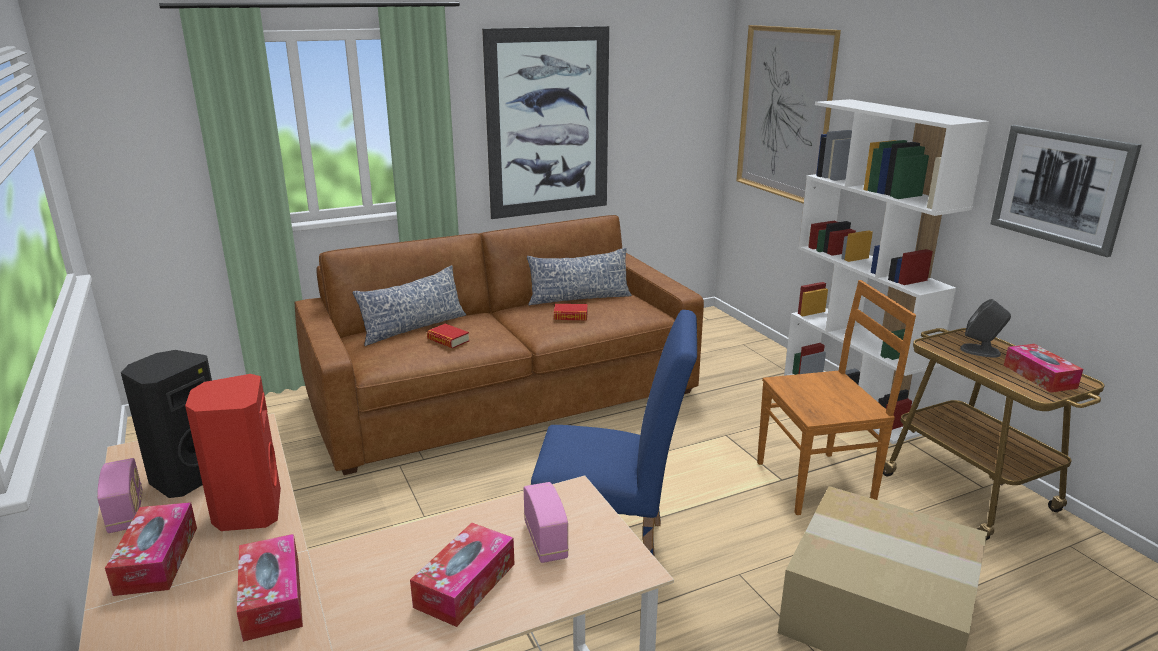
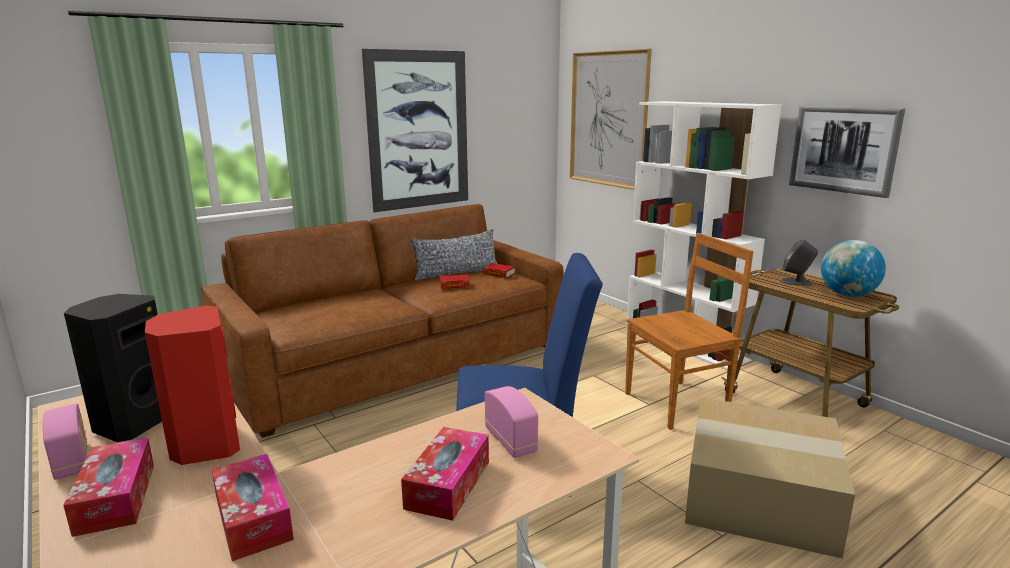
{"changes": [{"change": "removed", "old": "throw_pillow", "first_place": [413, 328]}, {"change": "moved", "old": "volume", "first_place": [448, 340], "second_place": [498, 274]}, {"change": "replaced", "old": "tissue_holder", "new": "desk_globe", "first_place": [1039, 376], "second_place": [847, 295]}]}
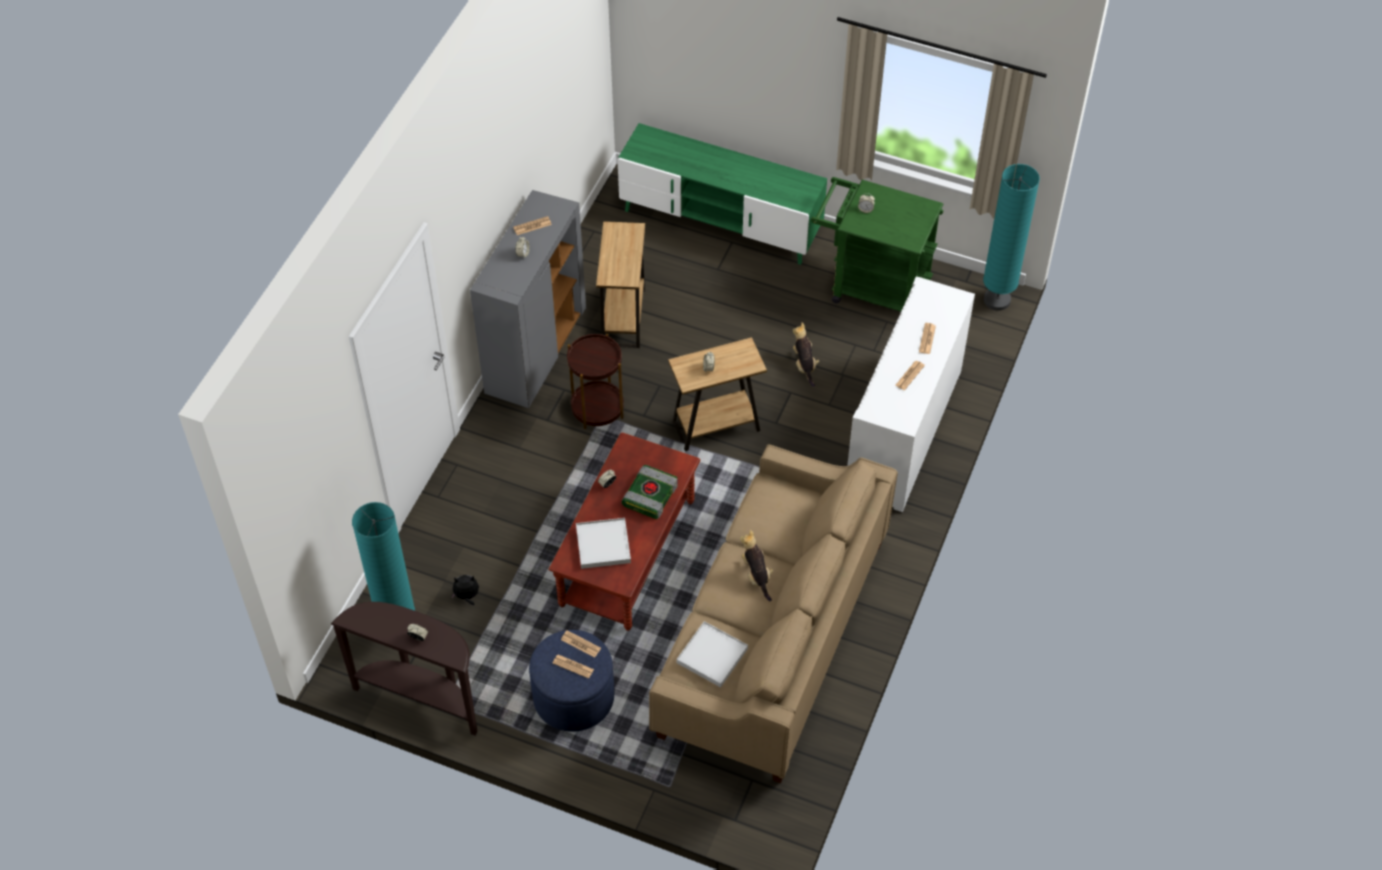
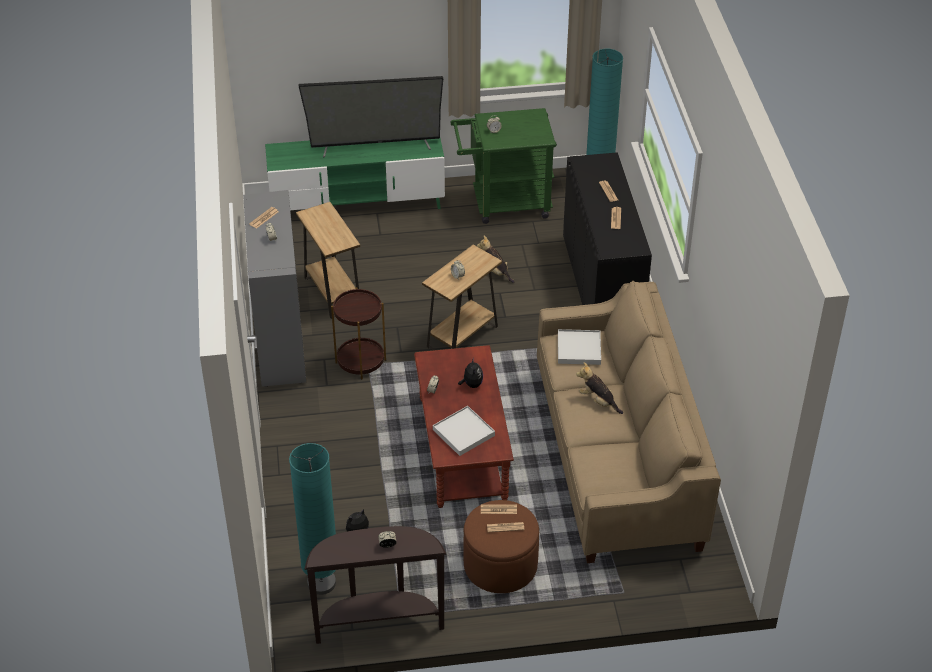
{"changes": [{"change": "added", "new": "TV", "second_place": [375, 145]}, {"change": "moved", "old": "white-coloured_carrying_tray", "first_place": [712, 656], "second_place": [579, 349]}, {"change": "replaced", "old": "volume", "new": "soft_toy", "first_place": [650, 494], "second_place": [471, 384]}, {"change": "recoloured", "old": "blue-coloured_pouffe", "new": "brown-coloured_pouffe", "first_place": [573, 697], "second_place": [500, 565]}, {"change": "recoloured", "old": "white-coloured_storage_cabinet", "new": "black-coloured_storage_cabinet", "first_place": [903, 431], "second_place": [601, 285]}]}
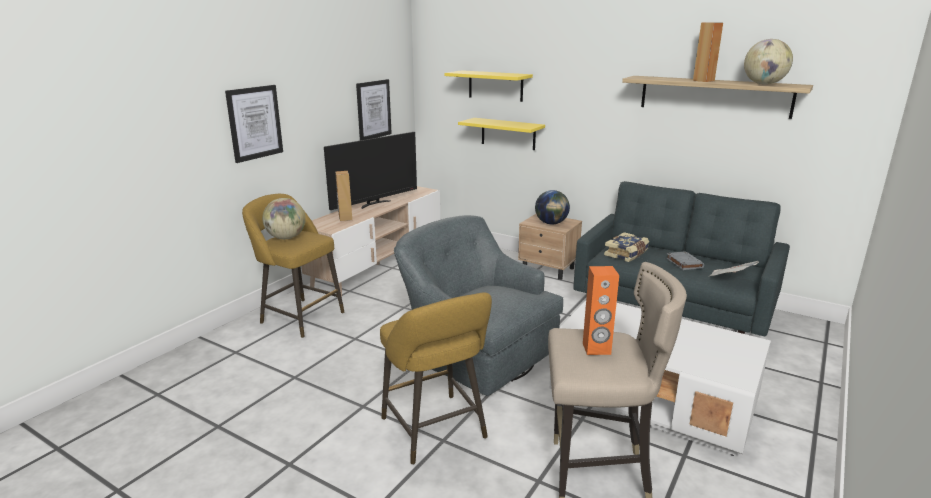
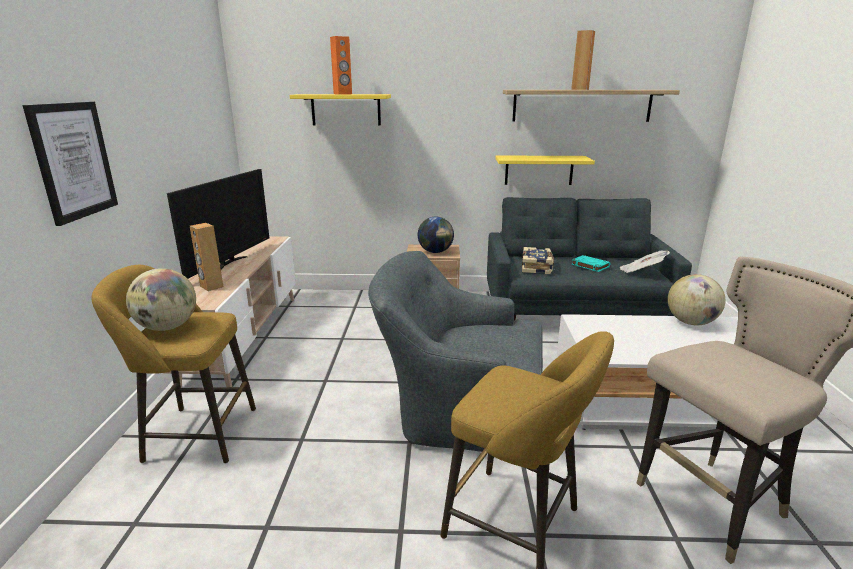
{"changes": [{"change": "removed", "old": "wall_picture", "first_place": [373, 109]}, {"change": "moved", "old": "yellowish_bracket_shelf", "first_place": [508, 134], "second_place": [539, 170]}, {"change": "moved", "old": "orangey_speaker", "first_place": [596, 349], "second_place": [343, 94]}, {"change": "moved", "old": "desk_globe", "first_place": [764, 84], "second_place": [691, 322]}, {"change": "recoloured", "old": "gray_volume", "new": "turquoise-coloured_volume", "first_place": [684, 263], "second_place": [590, 266]}]}
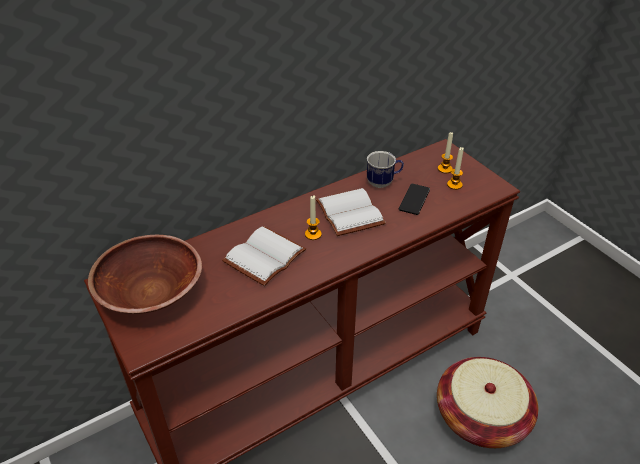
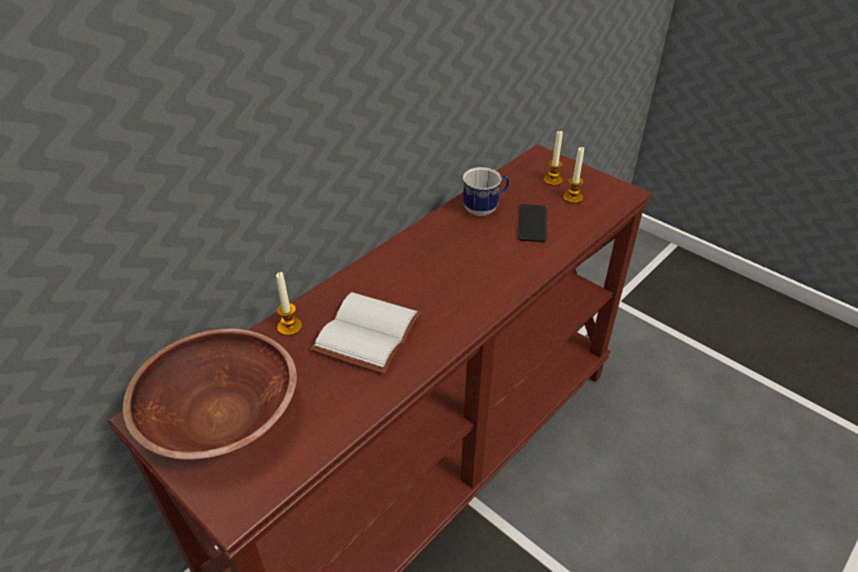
{"changes": [{"change": "removed", "old": "white-coloured_volume", "first_place": [347, 213]}, {"change": "removed", "old": "basket", "first_place": [481, 416]}, {"change": "moved", "old": "wax_candle", "first_place": [313, 234], "second_place": [289, 327]}]}
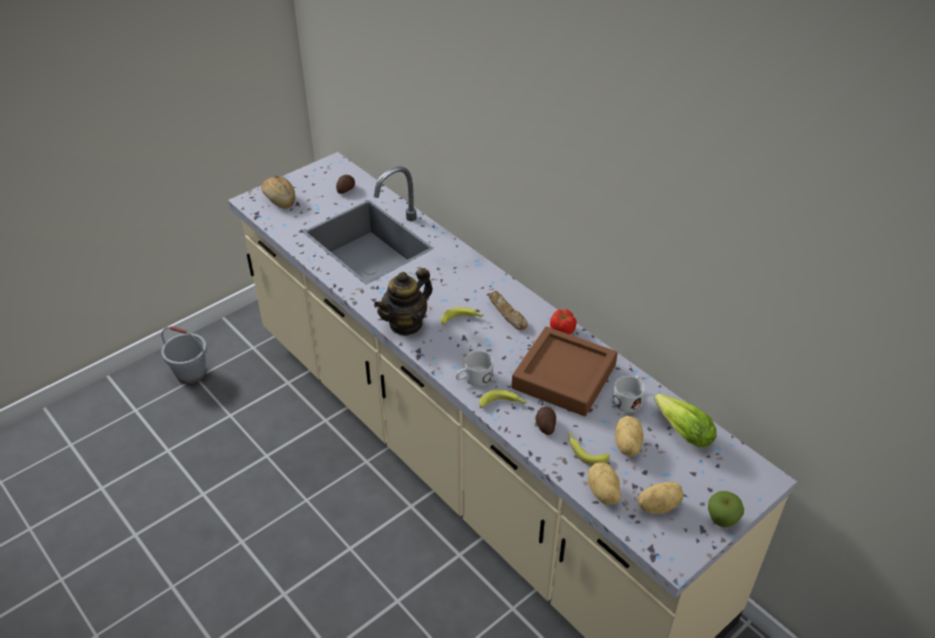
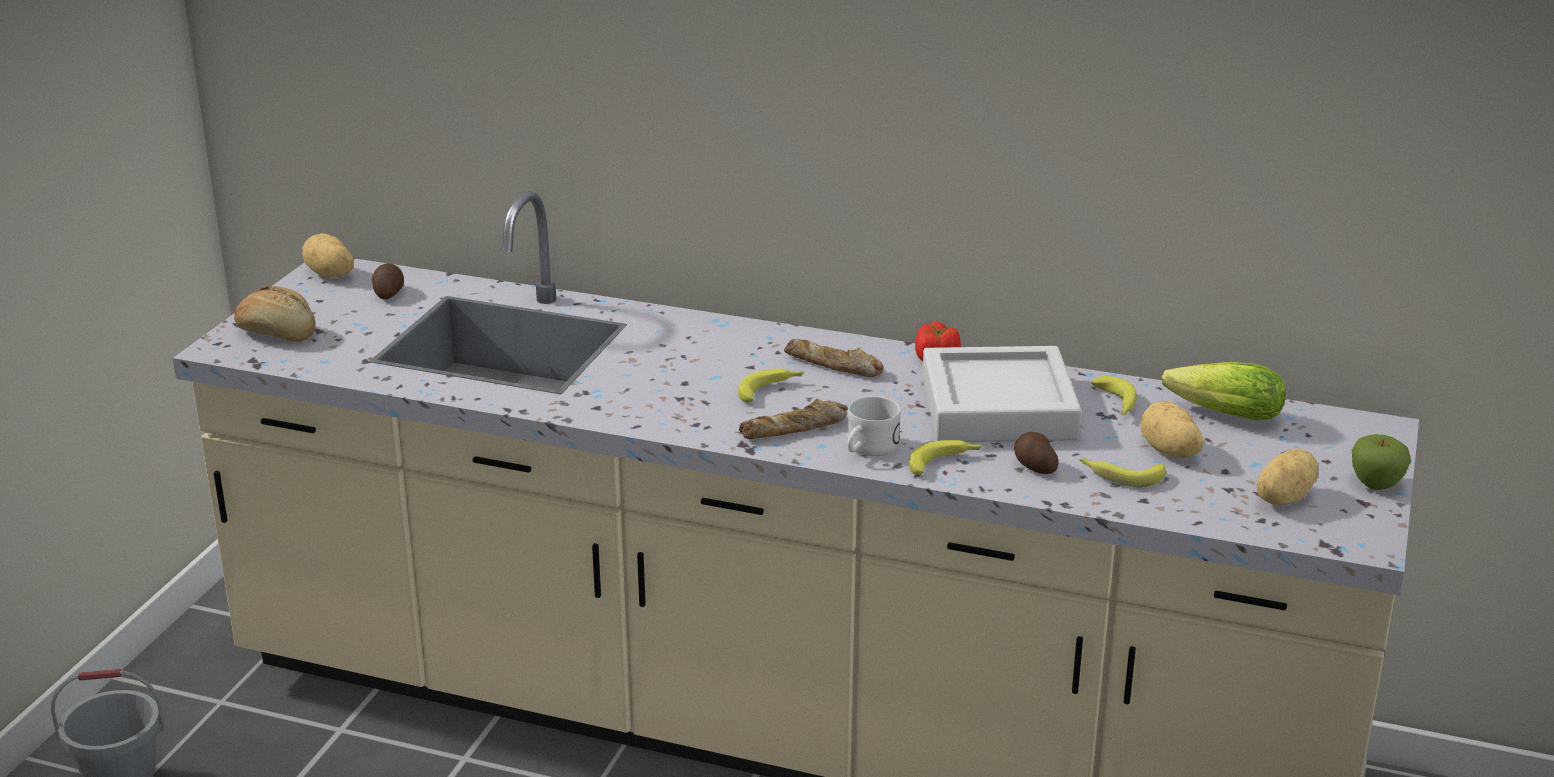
{"changes": [{"change": "removed", "old": "tea_pot", "first_place": [406, 324]}, {"change": "added", "new": "bread", "second_place": [795, 429]}, {"change": "moved", "old": "spud", "first_place": [602, 493], "second_place": [330, 275]}, {"change": "replaced", "old": "white-coloured_tea_mug", "new": "banana", "first_place": [629, 399], "second_place": [1115, 404]}, {"change": "recoloured", "old": "brown-coloured_carrying_tray", "new": "gray_carrying_tray", "first_place": [564, 376], "second_place": [998, 408]}]}
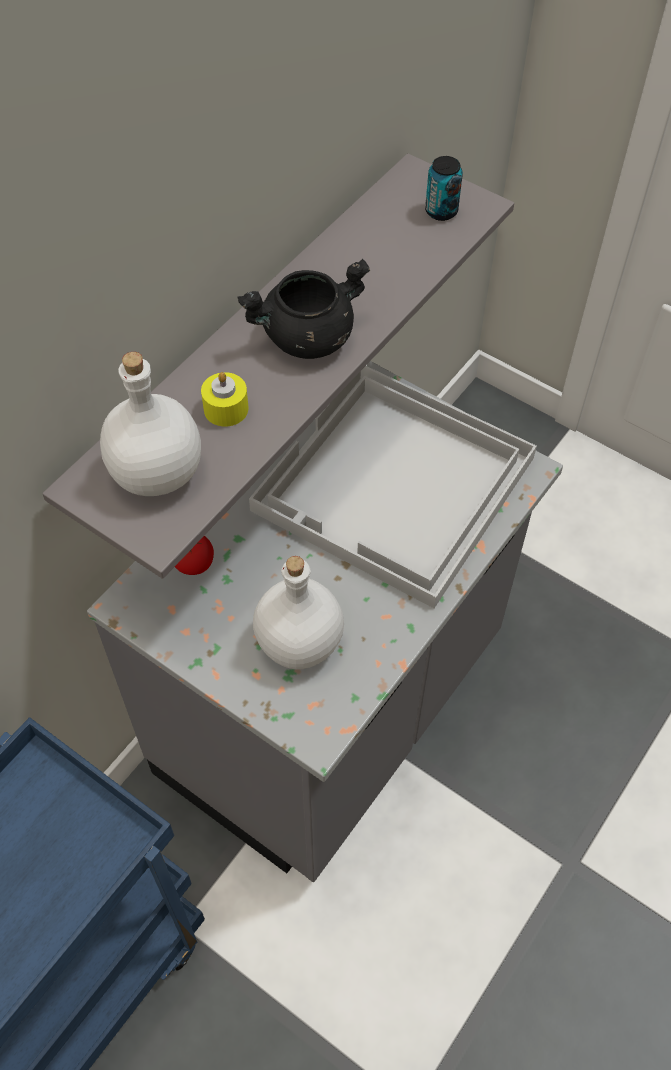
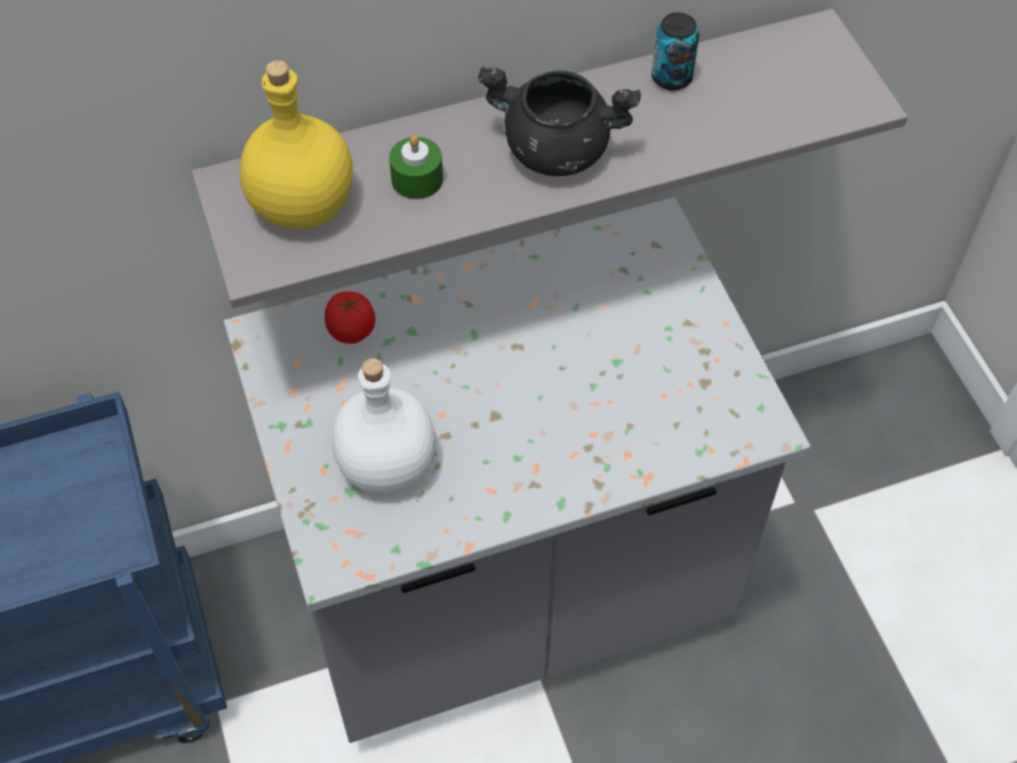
{"changes": [{"change": "removed", "old": "white-coloured_carrying_tray", "first_place": [395, 486]}, {"change": "moved", "old": "metal_can", "first_place": [441, 211], "second_place": [671, 78]}, {"change": "recoloured", "old": "white-coloured_beverage_bottle", "new": "yellowish_beverage_bottle", "first_place": [156, 474], "second_place": [301, 207]}, {"change": "recoloured", "old": "yellowish_wax_candle", "new": "green-coloured_wax_candle", "first_place": [226, 409], "second_place": [417, 179]}]}
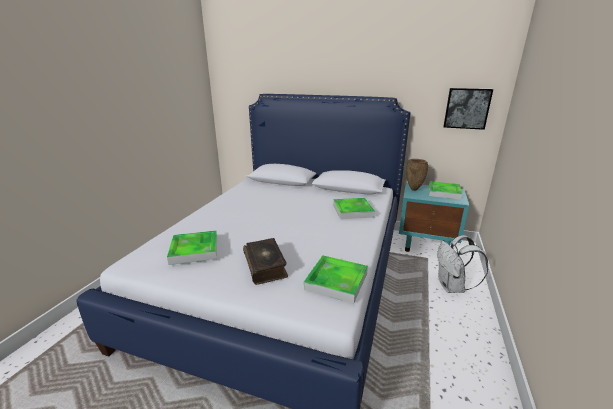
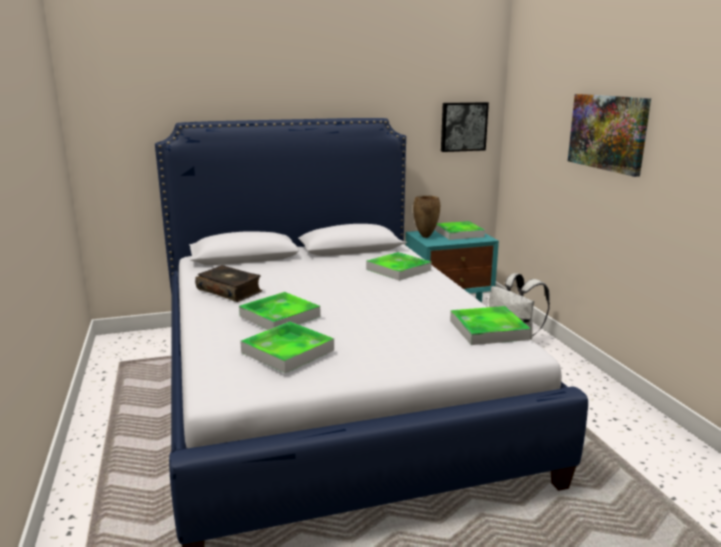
{"changes": [{"change": "added", "new": "carrying_tray", "second_place": [280, 316]}, {"change": "added", "new": "wall_picture", "second_place": [608, 132]}, {"change": "moved", "old": "volume", "first_place": [265, 266], "second_place": [230, 291]}]}
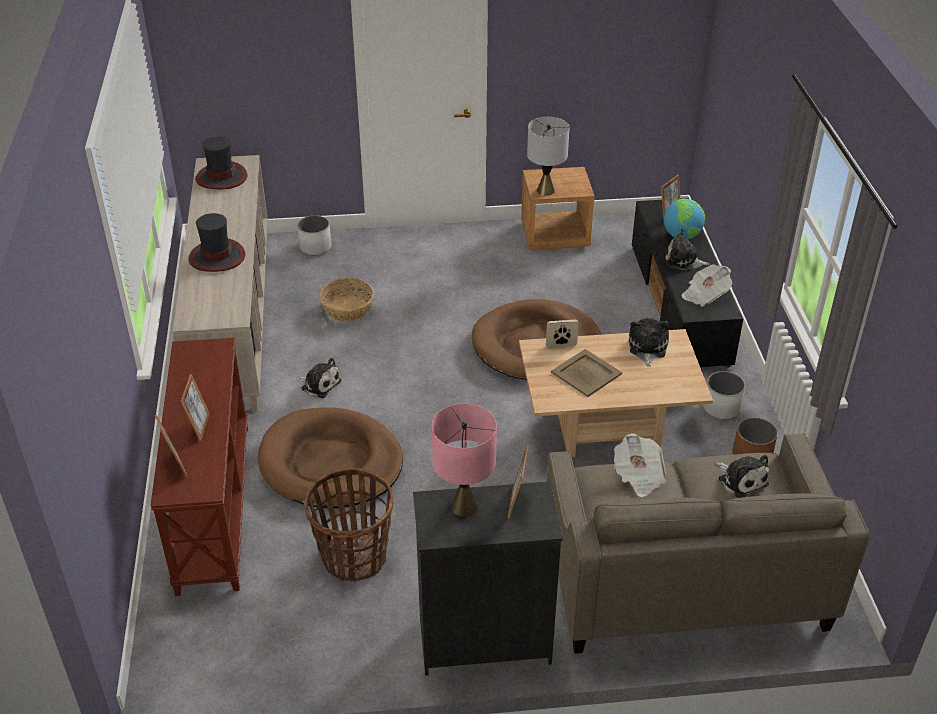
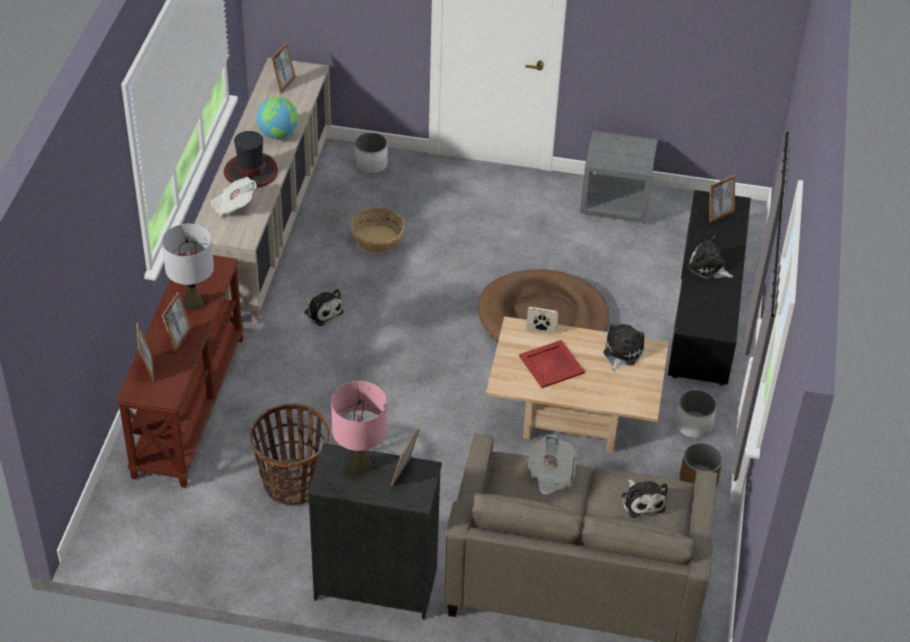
{"changes": [{"change": "removed", "old": "brown-coloured_dog_bed", "first_place": [331, 463]}, {"change": "moved", "old": "gray_tabletop_lamp", "first_place": [545, 191], "second_place": [193, 303]}, {"change": "moved", "old": "desk_globe", "first_place": [682, 236], "second_place": [278, 134]}, {"change": "moved", "old": "daily_paper", "first_place": [705, 295], "second_place": [233, 206]}, {"change": "replaced", "old": "clothing_hat", "new": "picture_frame", "first_place": [221, 177], "second_place": [284, 84]}, {"change": "recoloured", "old": "brown-coloured_night_table", "new": "gray_night_table", "first_place": [555, 235], "second_place": [615, 202]}, {"change": "recoloured", "old": "sand-coloured_carrying_tray", "new": "red-coloured_carrying_tray", "first_place": [586, 373], "second_place": [551, 365]}]}
